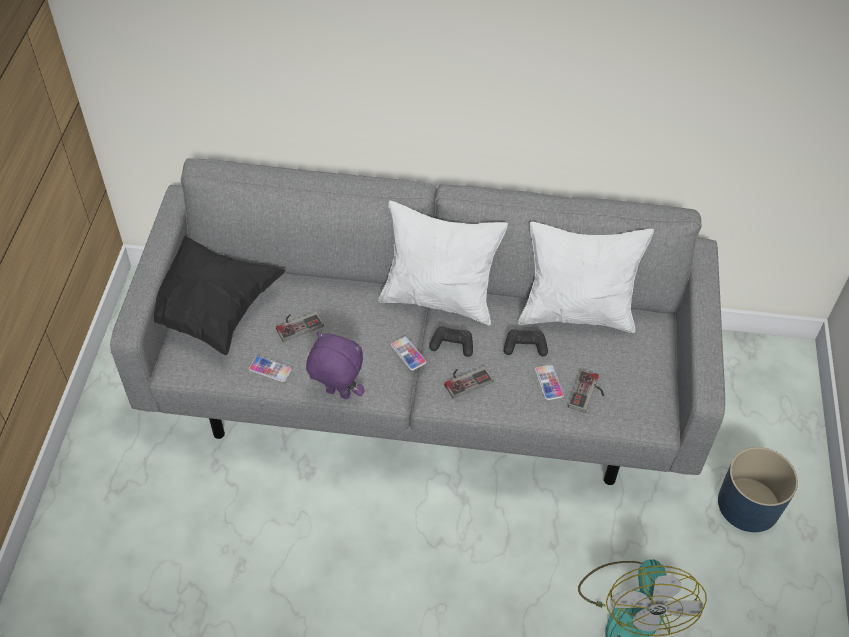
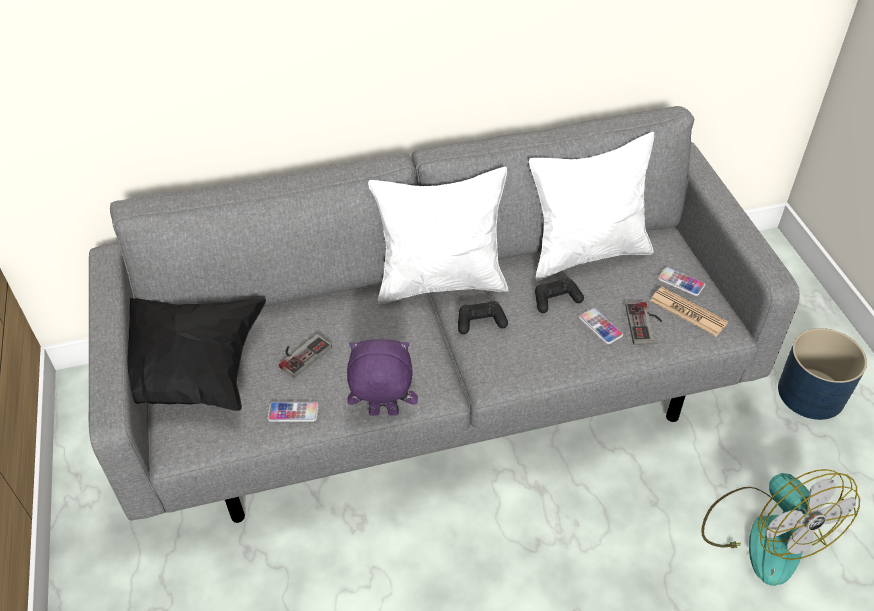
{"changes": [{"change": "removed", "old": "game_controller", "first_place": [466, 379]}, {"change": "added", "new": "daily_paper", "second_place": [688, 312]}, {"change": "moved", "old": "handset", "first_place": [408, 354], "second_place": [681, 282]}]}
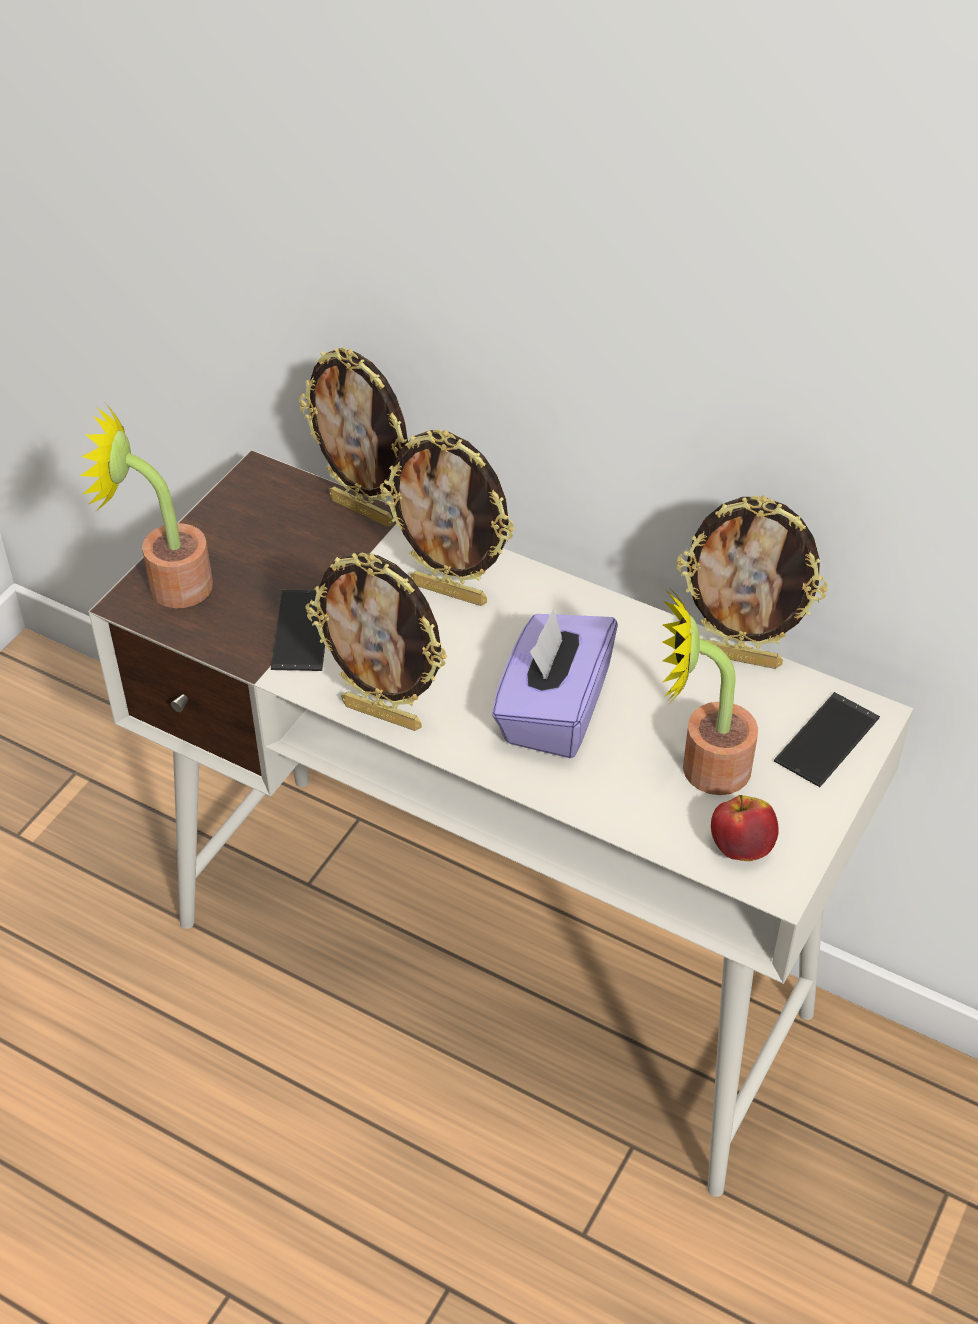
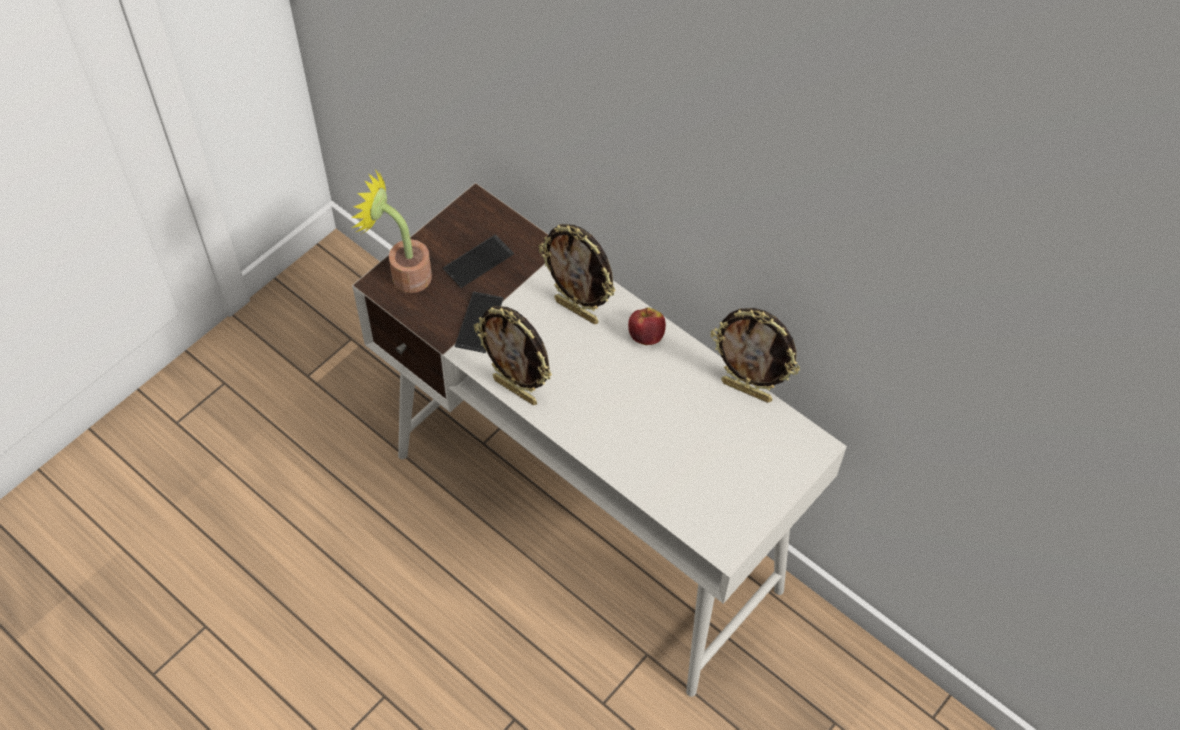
{"changes": [{"change": "removed", "old": "picture_frame", "first_place": [363, 511]}, {"change": "removed", "old": "purplish_tissue_holder", "first_place": [553, 711]}, {"change": "removed", "old": "houseplant", "first_place": [701, 768]}, {"change": "moved", "old": "whole_apple", "first_place": [741, 847], "second_place": [645, 336]}, {"change": "moved", "old": "handset", "first_place": [827, 740], "second_place": [478, 261]}]}
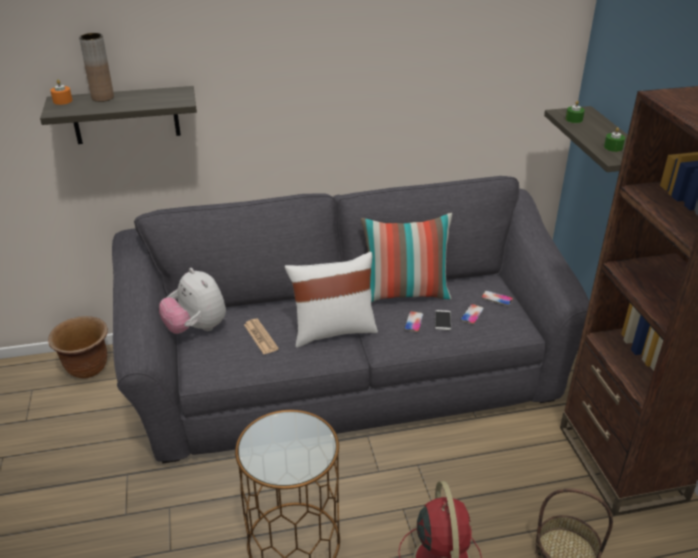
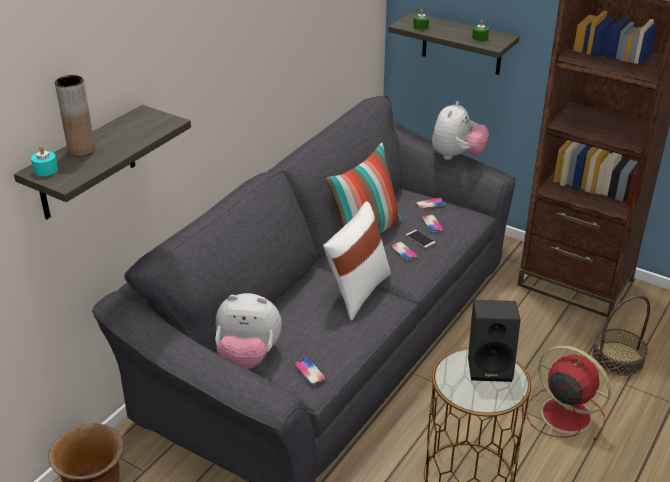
{"changes": [{"change": "removed", "old": "daily_paper", "first_place": [260, 337]}, {"change": "added", "new": "handset", "second_place": [309, 371]}, {"change": "added", "new": "soft_toy", "second_place": [457, 156]}, {"change": "added", "new": "black-coloured_speaker", "second_place": [490, 366]}, {"change": "recoloured", "old": "orangey_wax_candle", "new": "turquoise-coloured_wax_candle", "first_place": [62, 101], "second_place": [46, 170]}]}
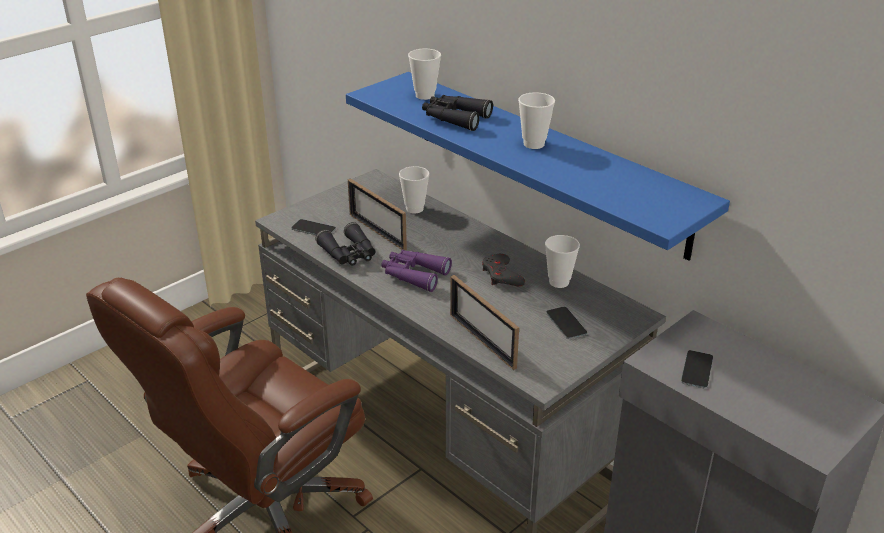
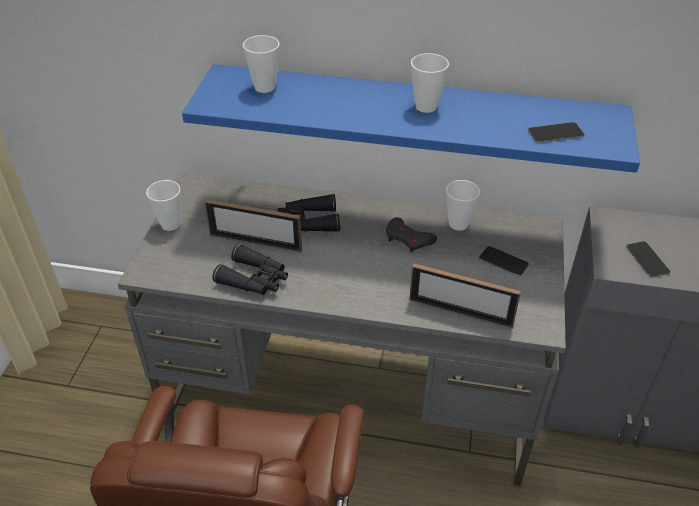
{"changes": [{"change": "removed", "old": "purplish_binoculars", "first_place": [413, 275]}, {"change": "moved", "old": "handset", "first_place": [313, 229], "second_place": [555, 133]}, {"change": "moved", "old": "small_cup", "first_place": [414, 209], "second_place": [170, 224]}, {"change": "moved", "old": "black-coloured_binoculars", "first_place": [454, 118], "second_place": [308, 221]}]}
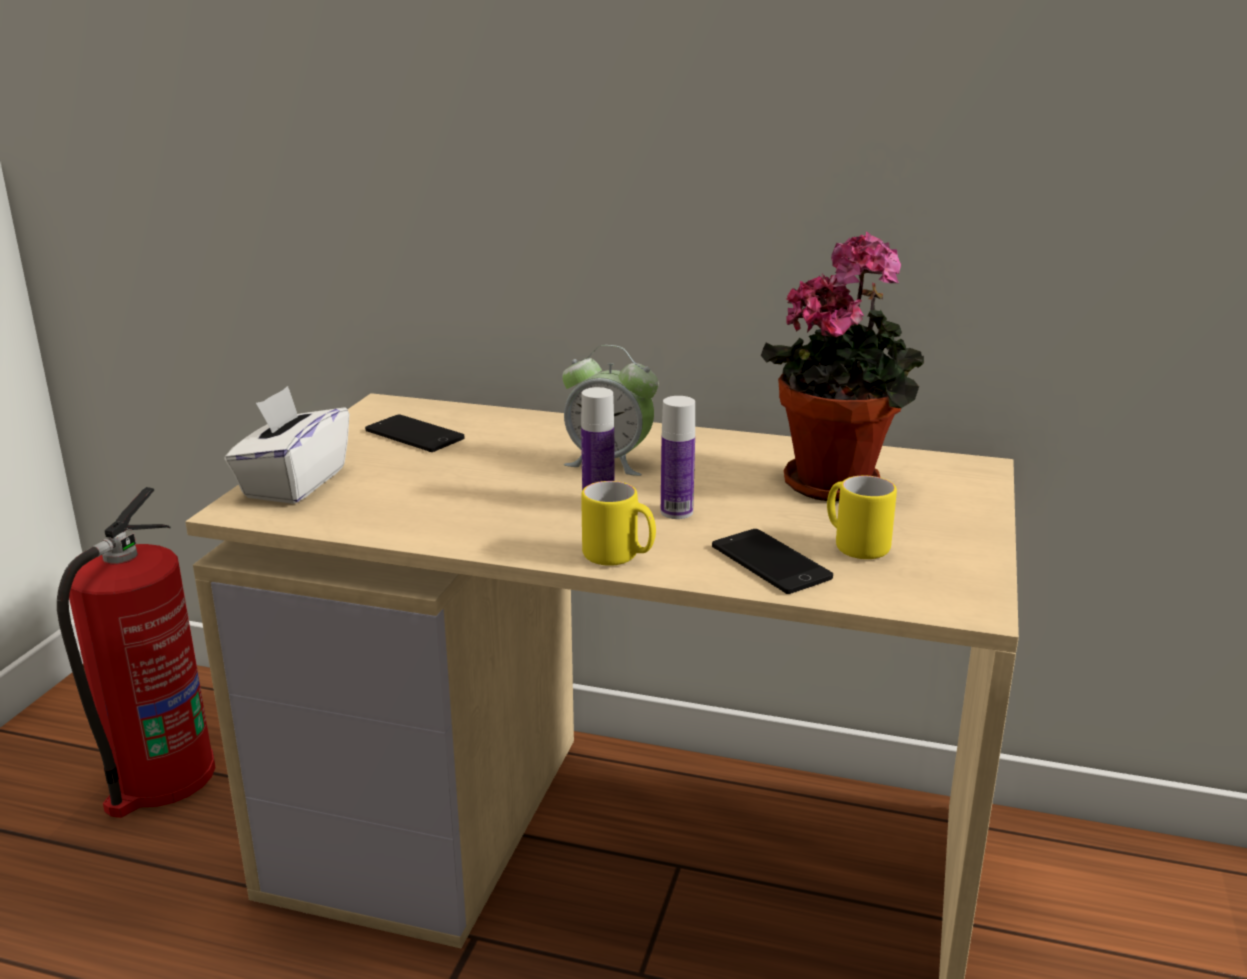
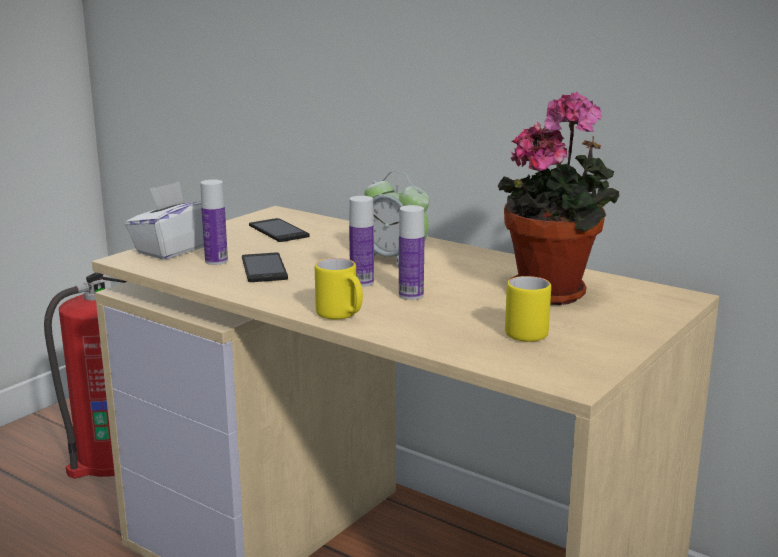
{"changes": [{"change": "added", "new": "beverage_bottle", "second_place": [216, 261]}, {"change": "moved", "old": "handset", "first_place": [770, 562], "second_place": [264, 268]}]}
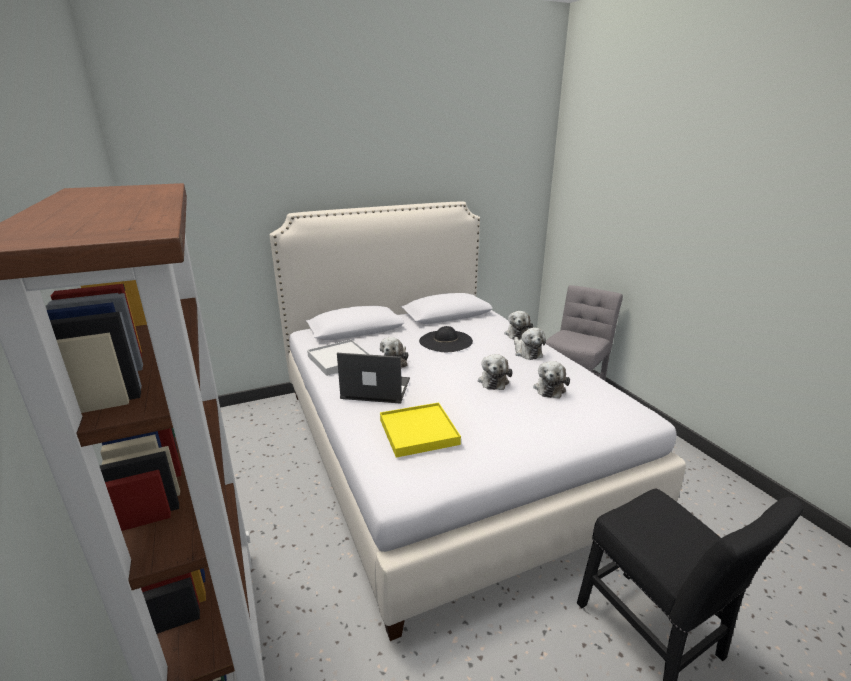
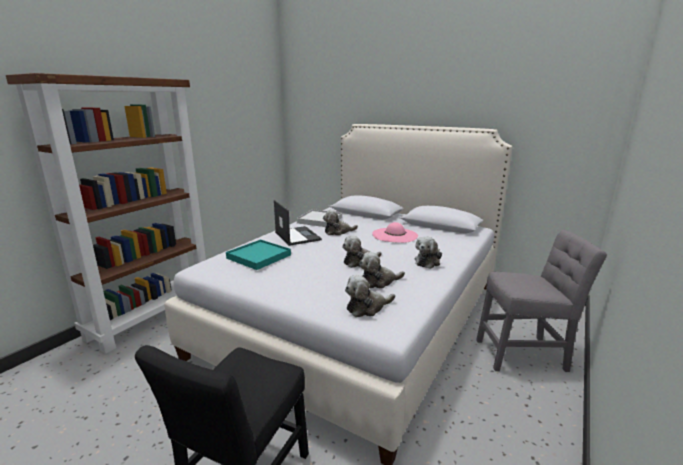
{"changes": [{"change": "moved", "old": "soft_toy", "first_place": [517, 334], "second_place": [367, 307]}, {"change": "recoloured", "old": "yellowish_carrying_tray", "new": "turquoise-coloured_carrying_tray", "first_place": [419, 432], "second_place": [259, 257]}, {"change": "recoloured", "old": "black-coloured_clothing_hat", "new": "pinkish_clothing_hat", "first_place": [445, 341], "second_place": [394, 235]}]}
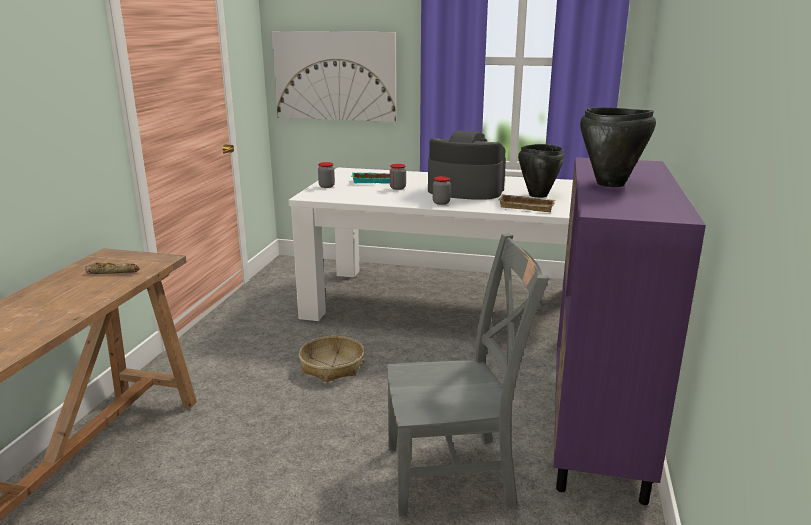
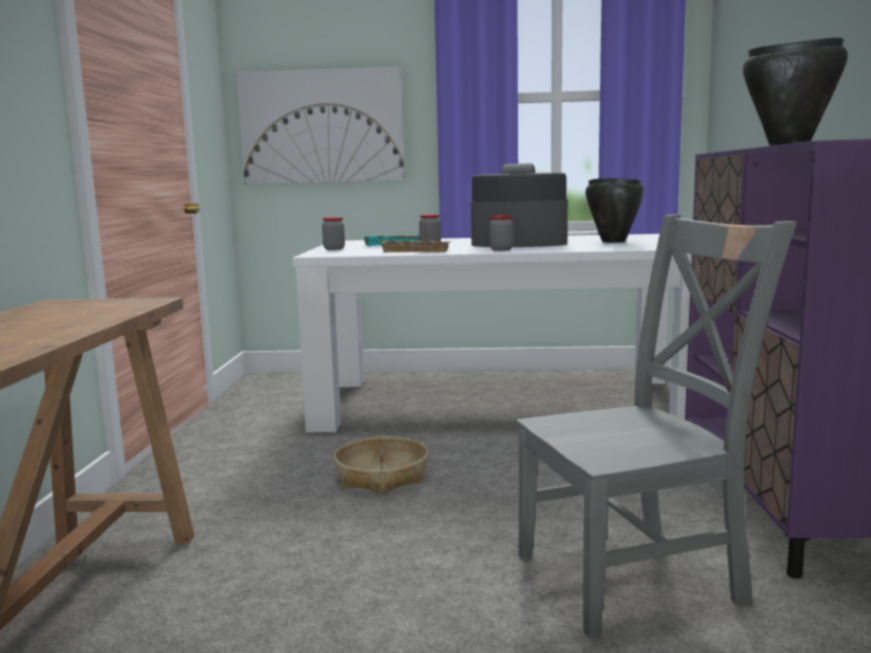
{"changes": [{"change": "removed", "old": "bread", "first_place": [112, 272]}, {"change": "moved", "old": "sand-coloured_carrying_tray", "first_place": [527, 206], "second_place": [417, 251]}]}
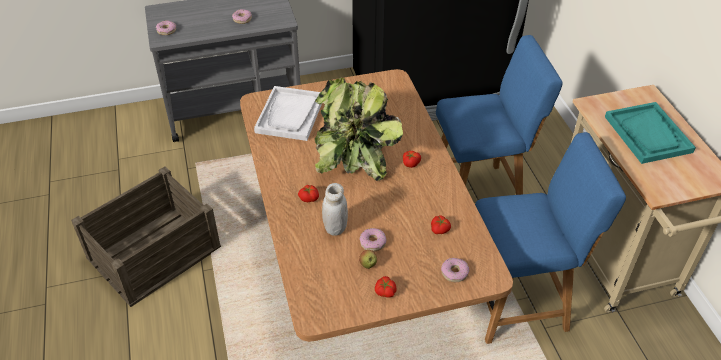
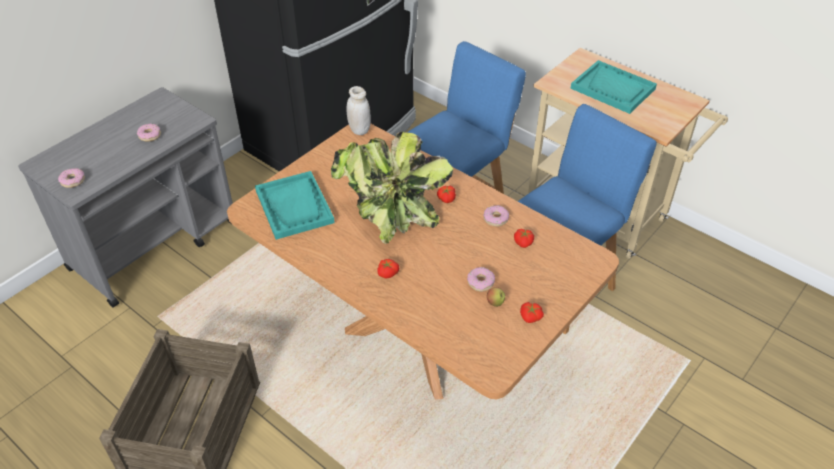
{"changes": [{"change": "moved", "old": "white-coloured_storage_jar", "first_place": [335, 228], "second_place": [359, 130]}, {"change": "moved", "old": "ring_doughnut", "first_place": [454, 272], "second_place": [495, 219]}, {"change": "recoloured", "old": "white-coloured_carrying_tray", "new": "turquoise-coloured_carrying_tray", "first_place": [290, 115], "second_place": [294, 206]}]}
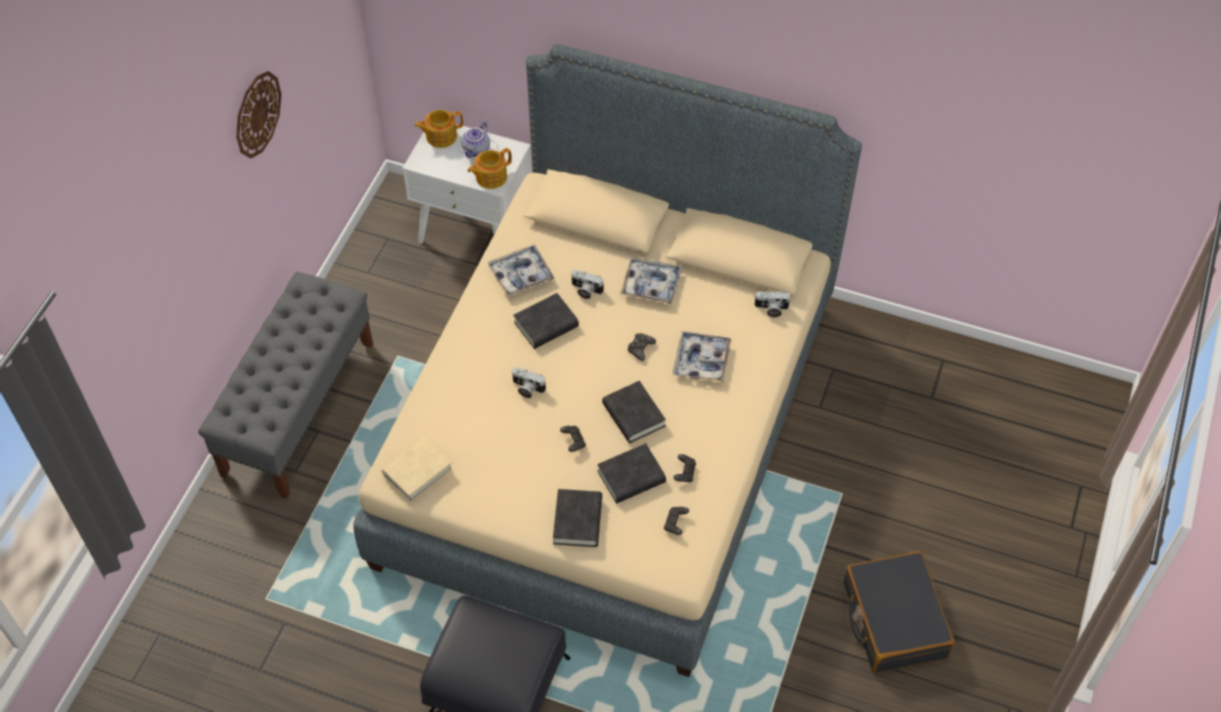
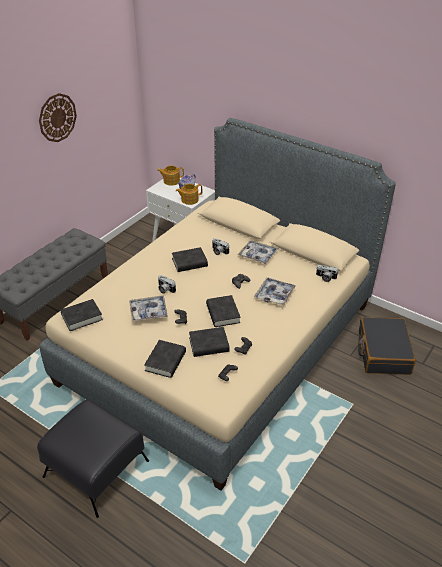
{"changes": [{"change": "moved", "old": "carrying_tray", "first_place": [521, 275], "second_place": [148, 312]}, {"change": "moved", "old": "black-coloured_suitcase", "first_place": [893, 620], "second_place": [383, 352]}, {"change": "recoloured", "old": "sand-coloured_volume", "new": "black-coloured_volume", "first_place": [417, 472], "second_place": [82, 317]}]}
